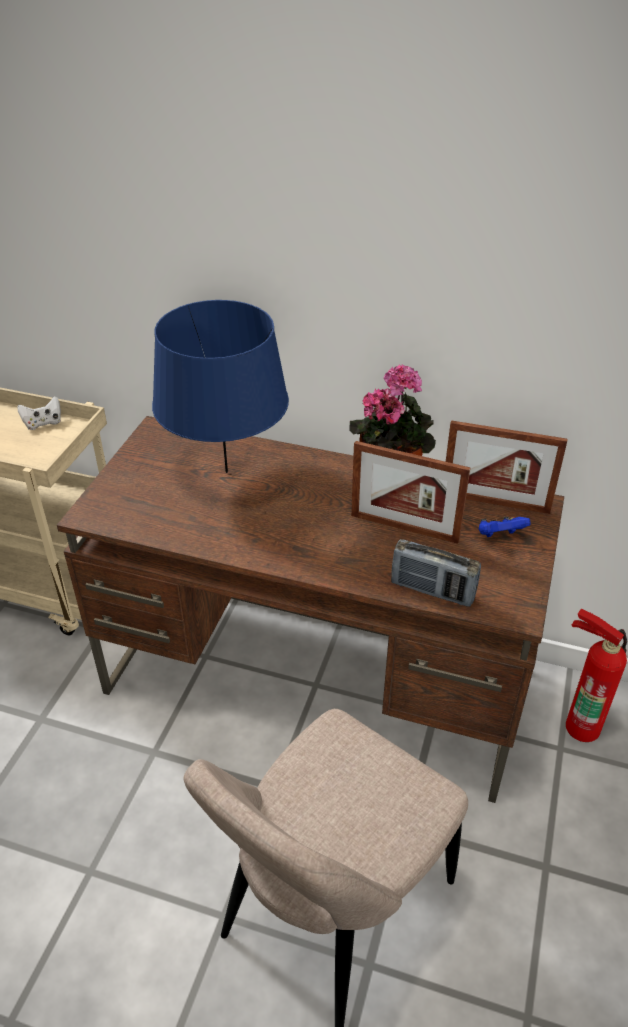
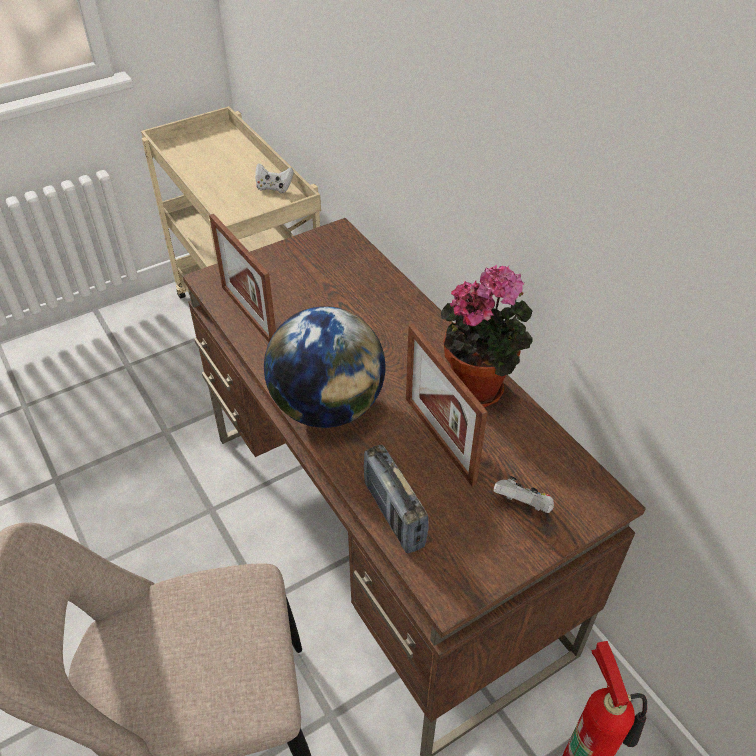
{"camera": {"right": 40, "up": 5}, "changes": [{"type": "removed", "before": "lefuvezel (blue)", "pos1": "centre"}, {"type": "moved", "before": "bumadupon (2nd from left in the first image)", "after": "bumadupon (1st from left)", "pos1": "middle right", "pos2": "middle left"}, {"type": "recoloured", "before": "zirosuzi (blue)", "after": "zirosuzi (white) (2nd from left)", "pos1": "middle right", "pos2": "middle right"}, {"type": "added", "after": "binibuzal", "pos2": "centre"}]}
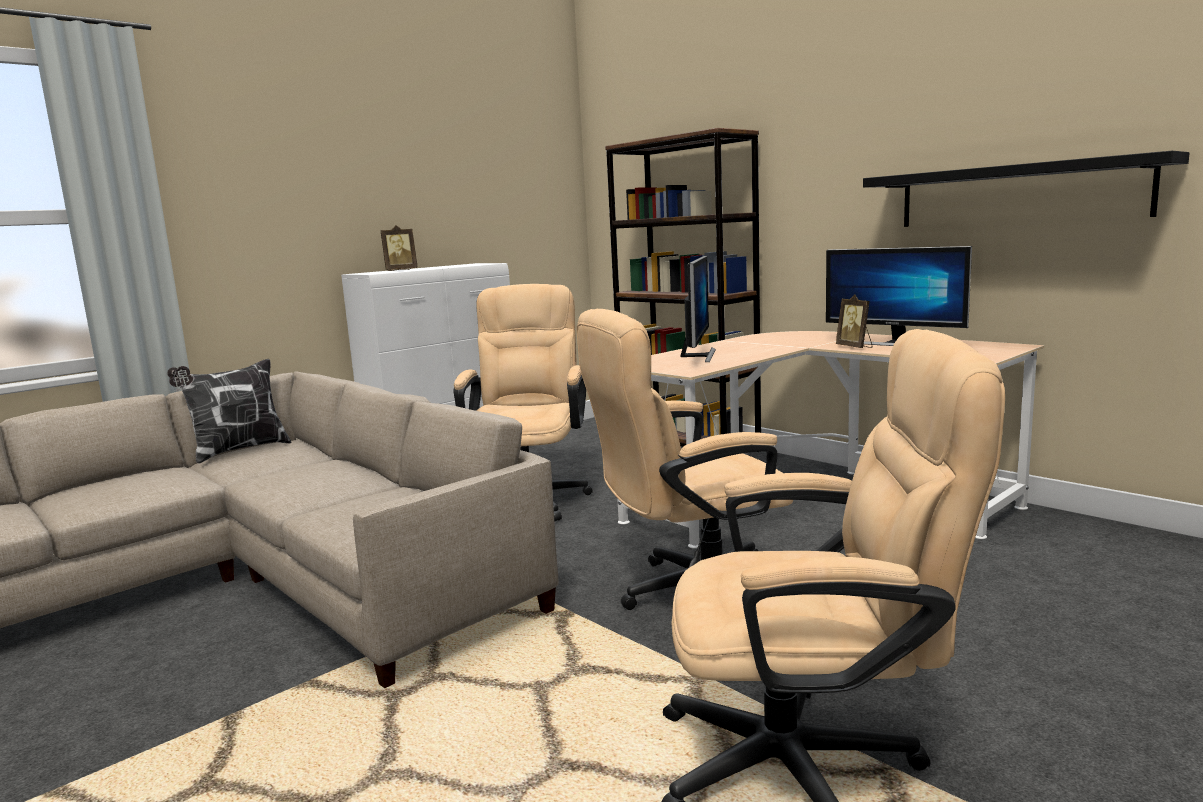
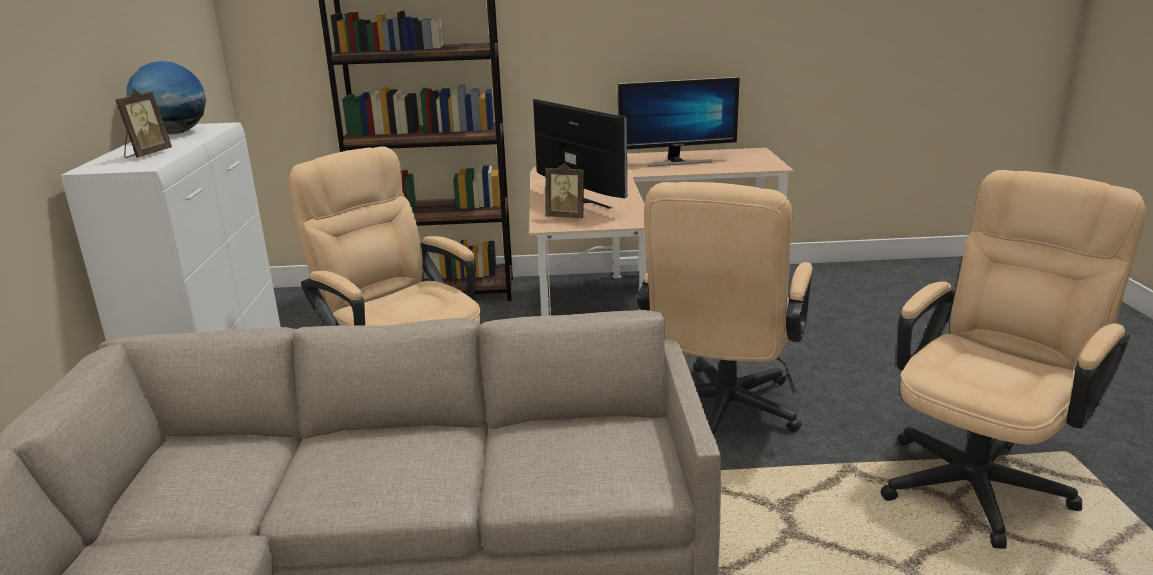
{"camera": {"right": -50, "up": 10}, "changes": [{"type": "removed", "before": "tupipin", "pos1": "middle left"}, {"type": "moved", "before": "bumadupon (2nd from left)", "pos1": "middle right", "pos2": "top centre"}, {"type": "removed", "before": "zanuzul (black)", "pos1": "top right"}, {"type": "added", "after": "binibuzal", "pos2": "top left"}]}
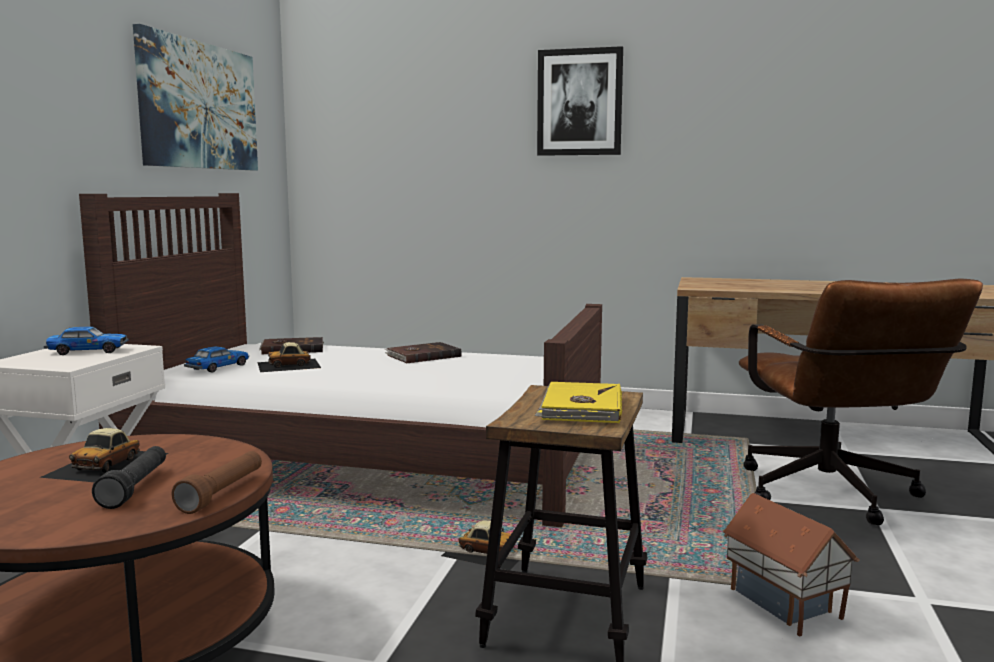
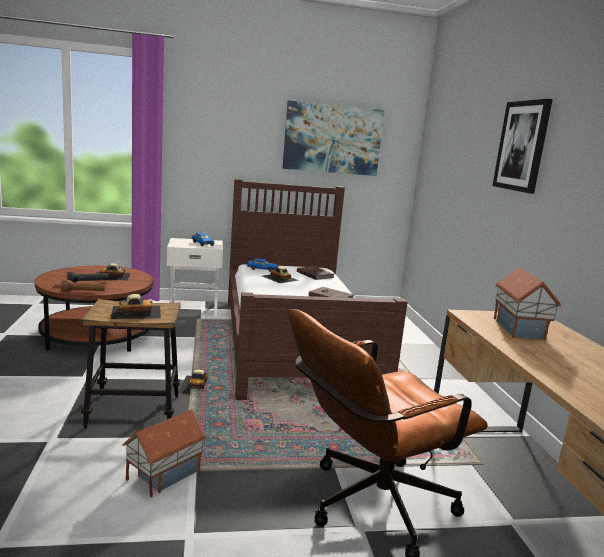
{"camera": {"right": 65, "up": 5}, "changes": [{"type": "replaced", "before": "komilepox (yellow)", "after": "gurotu (2nd from left)", "pos1": "centre", "pos2": "middle left"}, {"type": "added", "after": "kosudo (2nd from left)", "pos2": "middle right"}]}
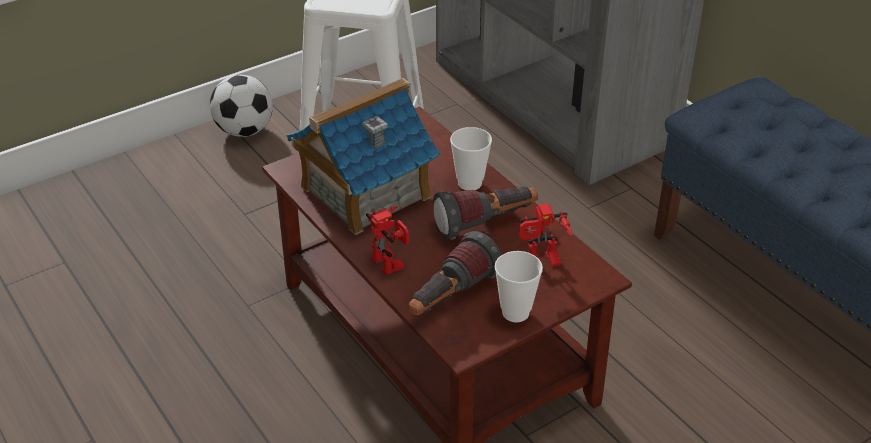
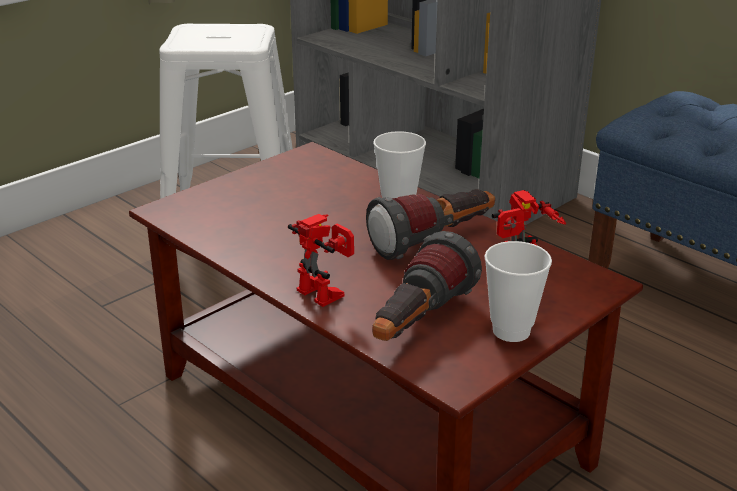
{"camera": {"right": -10, "up": -10}, "changes": [{"type": "removed", "before": "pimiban", "pos1": "top left"}, {"type": "removed", "before": "kosudo", "pos1": "centre"}]}
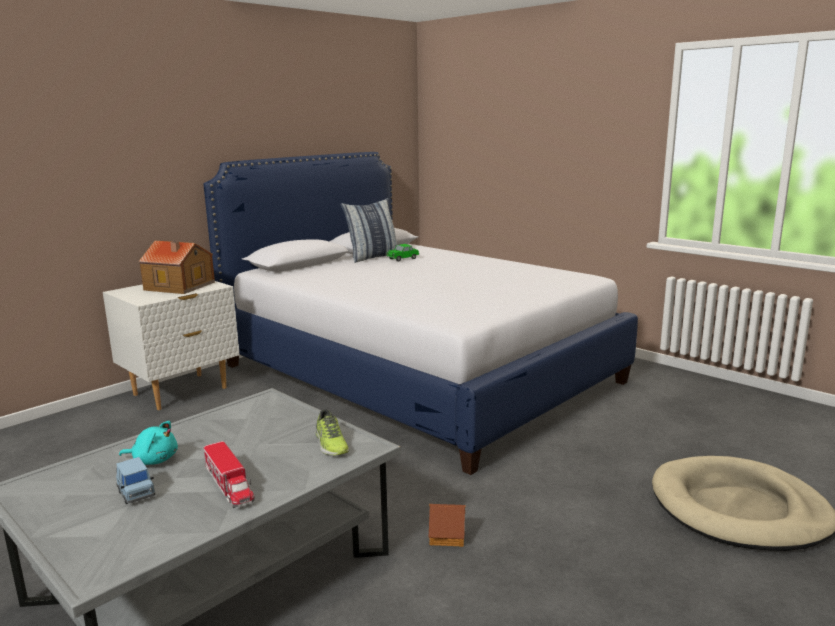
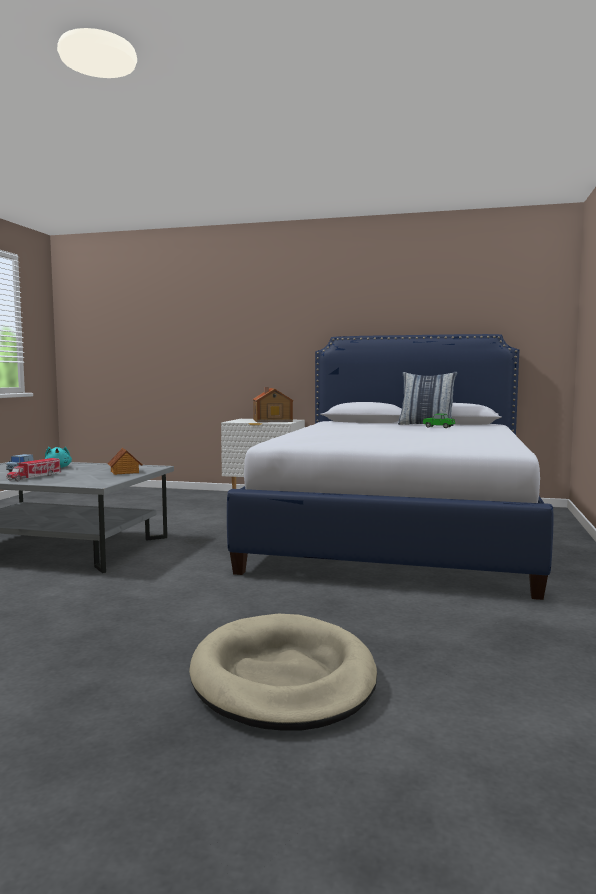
{"camera": {"right": 60, "up": -10}, "changes": [{"type": "removed", "before": "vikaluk", "pos1": "bottom centre"}, {"type": "moved", "before": "kosudo (2nd from left in the first image)", "after": "kosudo (1st from left)", "pos1": "bottom centre", "pos2": "middle left"}]}
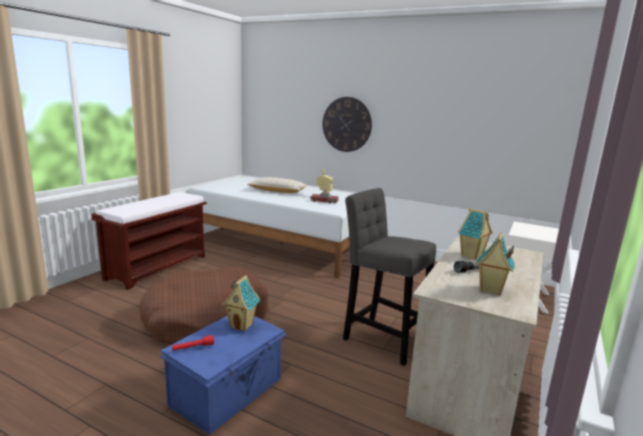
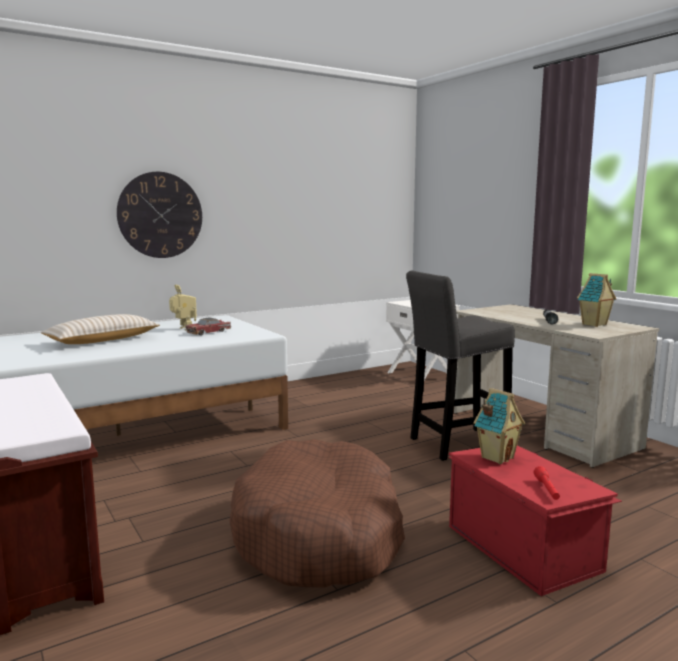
{"camera": {"right": -60, "up": -5}, "changes": [{"type": "recoloured", "before": "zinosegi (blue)", "after": "zinosegi (red)", "pos1": "bottom centre", "pos2": "bottom right"}, {"type": "removed", "before": "kosudo (2nd from left)", "pos1": "middle right"}]}
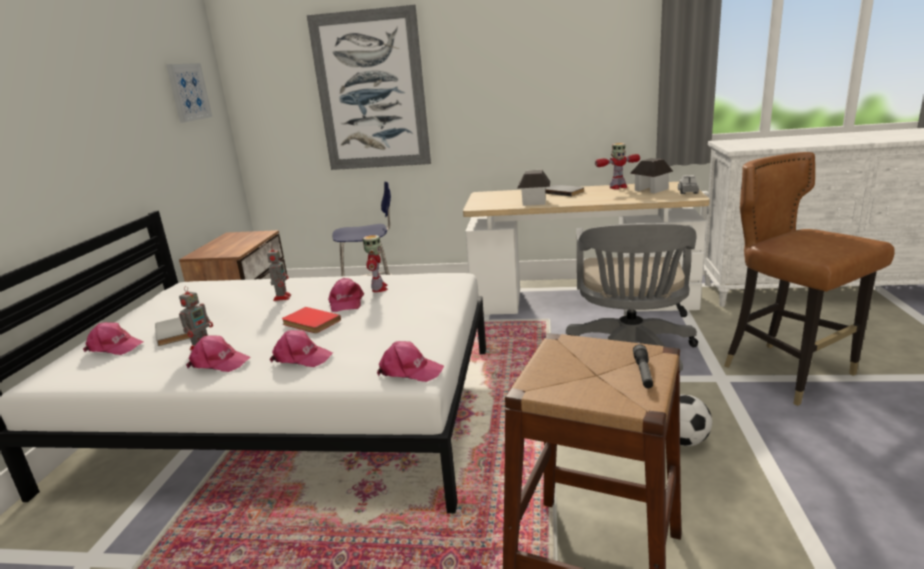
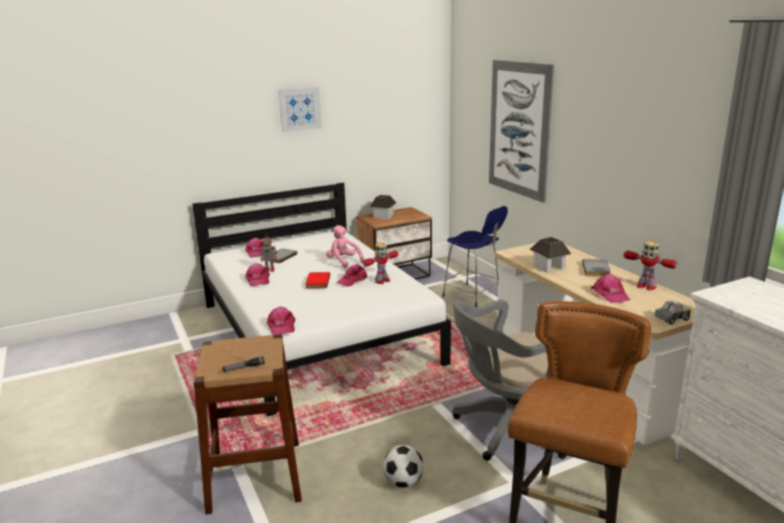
{"camera": {"right": 55, "up": 0}, "changes": [{"type": "moved", "before": "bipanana (1st from left)", "pos1": "top left", "pos2": "top centre"}, {"type": "replaced", "before": "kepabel (2nd from left)", "after": "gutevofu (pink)", "pos1": "middle left", "pos2": "centre"}, {"type": "moved", "before": "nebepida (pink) (3rd from left in the first image)", "after": "nebepida (pink) (5th from left)", "pos1": "middle left", "pos2": "middle right"}, {"type": "moved", "before": "kosudo (2nd from left in the first image)", "after": "kosudo (1st from left)", "pos1": "top right", "pos2": "centre"}]}
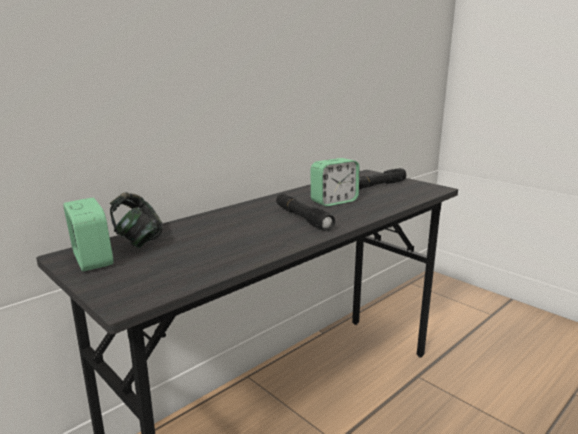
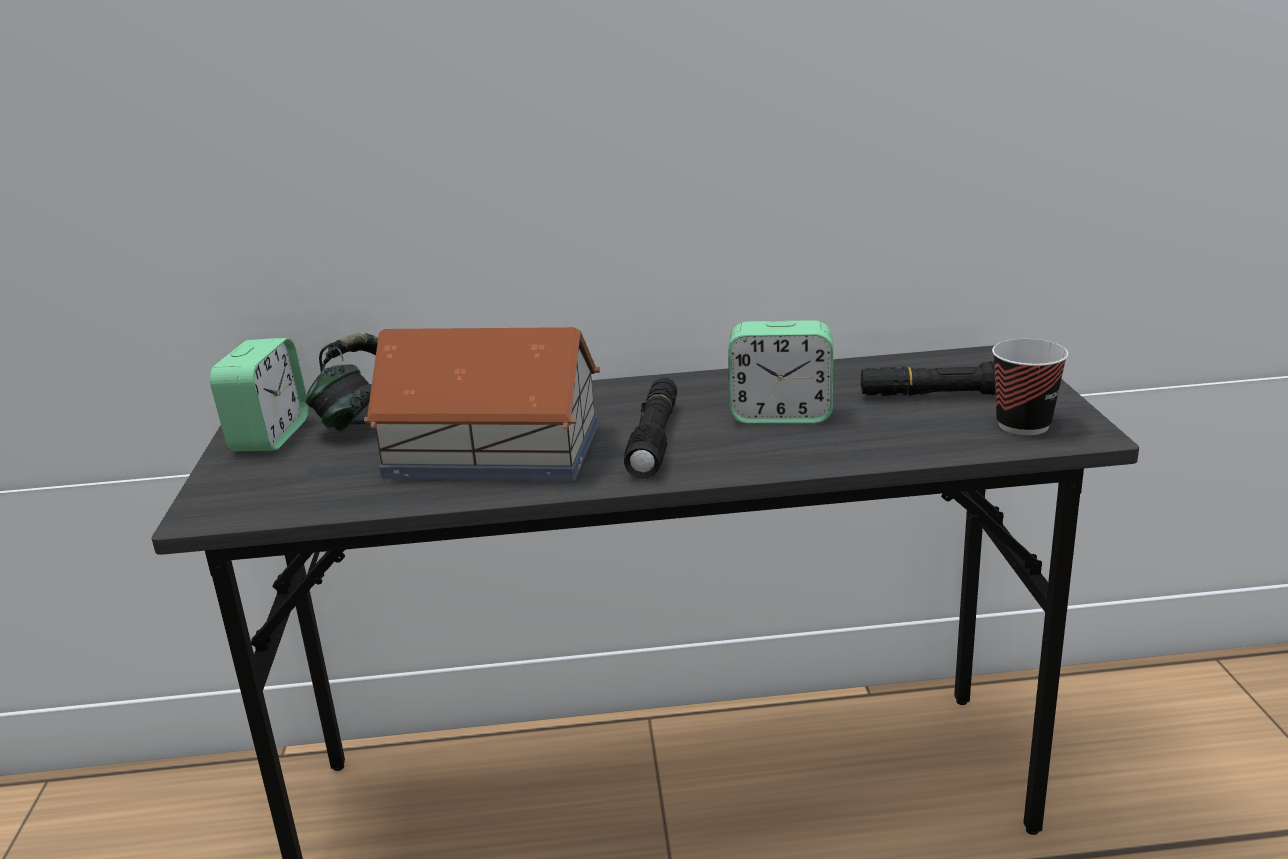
{"camera": {"right": 40, "up": 5}, "changes": [{"type": "added", "after": "kosudo", "pos2": "centre"}, {"type": "added", "after": "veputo", "pos2": "middle right"}]}
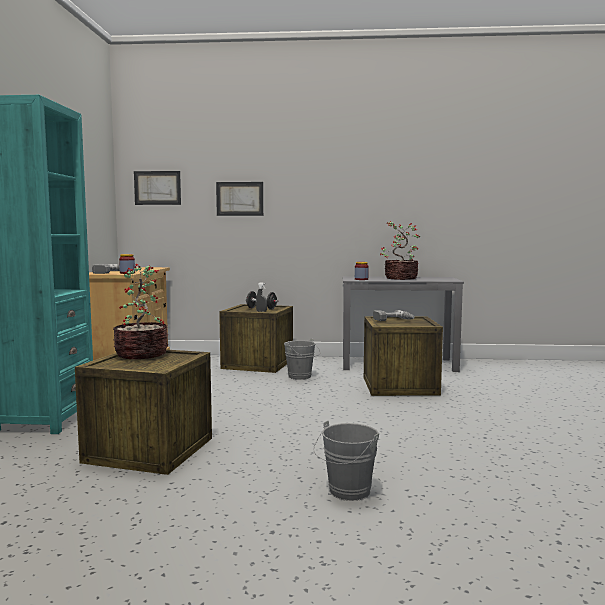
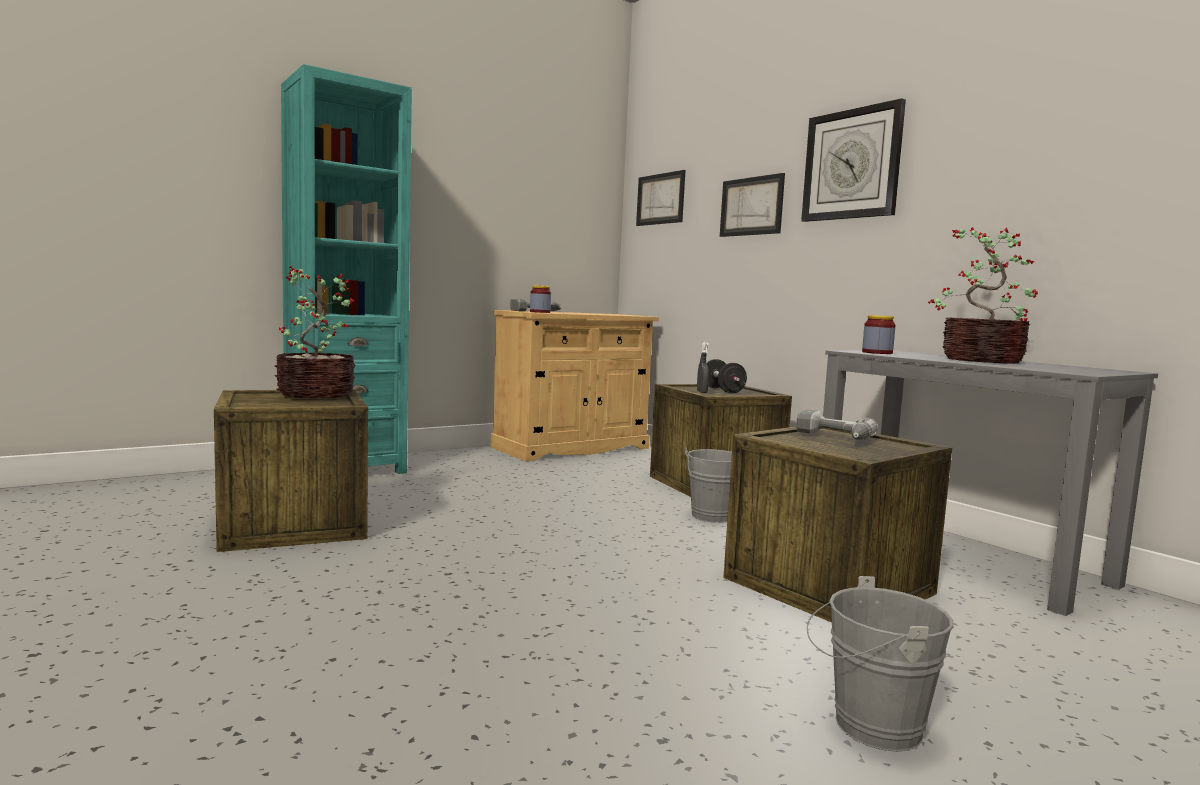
{"camera": {"right": 50, "up": 0}, "changes": [{"type": "moved", "before": "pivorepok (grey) (2nd from left)", "pos1": "bottom centre", "pos2": "bottom right"}, {"type": "added", "after": "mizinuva", "pos2": "top right"}]}
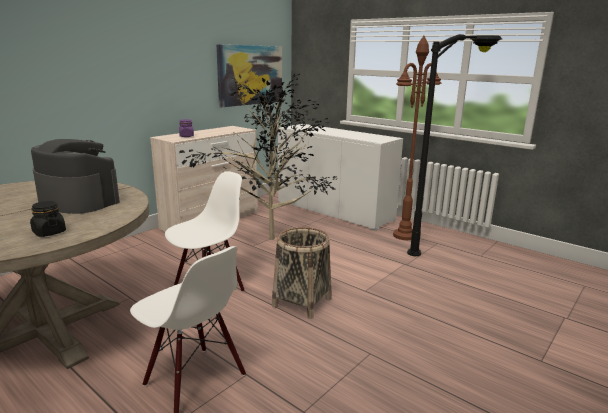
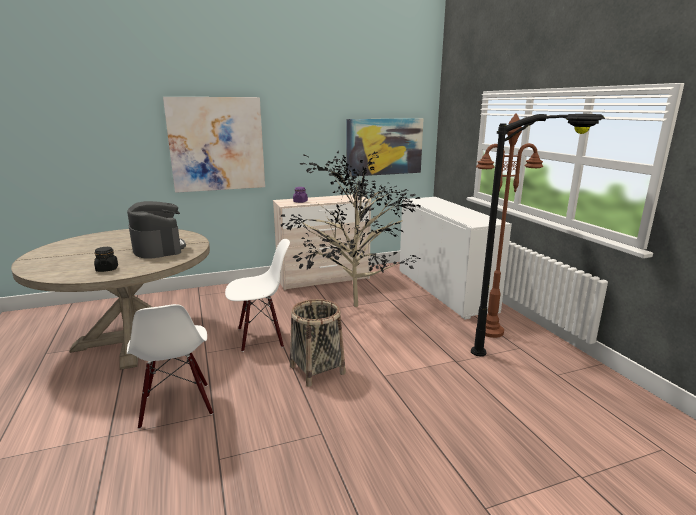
{"camera": {"right": 30, "up": 0}, "changes": [{"type": "added", "after": "bipanana (1st from left)", "pos2": "top left"}]}
